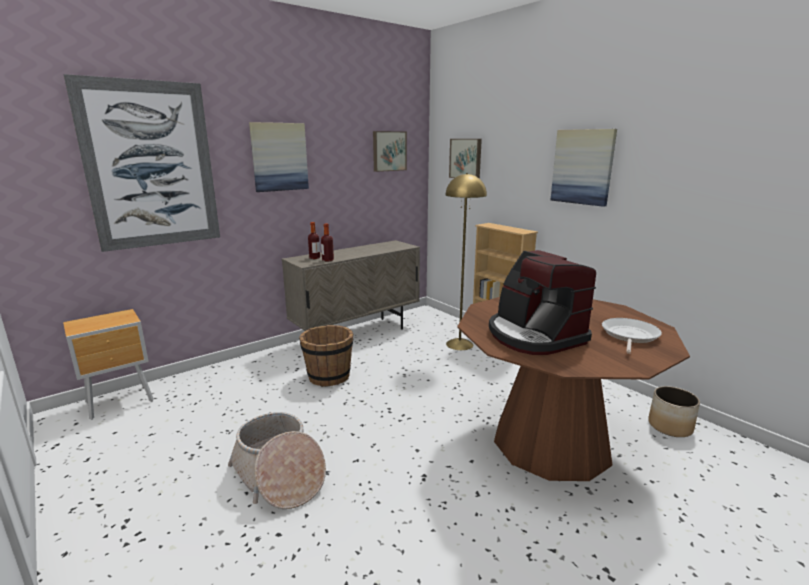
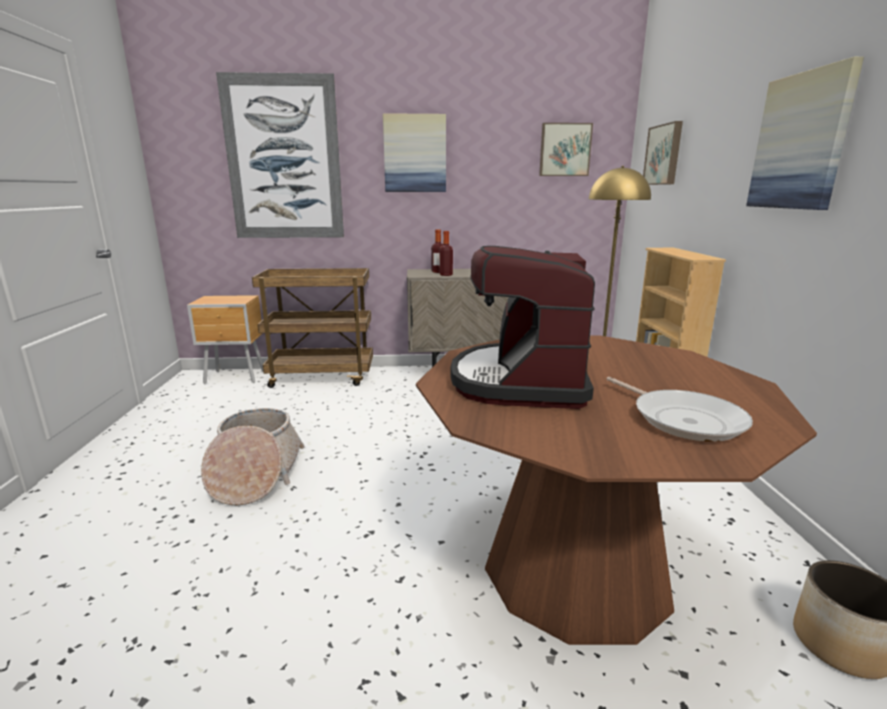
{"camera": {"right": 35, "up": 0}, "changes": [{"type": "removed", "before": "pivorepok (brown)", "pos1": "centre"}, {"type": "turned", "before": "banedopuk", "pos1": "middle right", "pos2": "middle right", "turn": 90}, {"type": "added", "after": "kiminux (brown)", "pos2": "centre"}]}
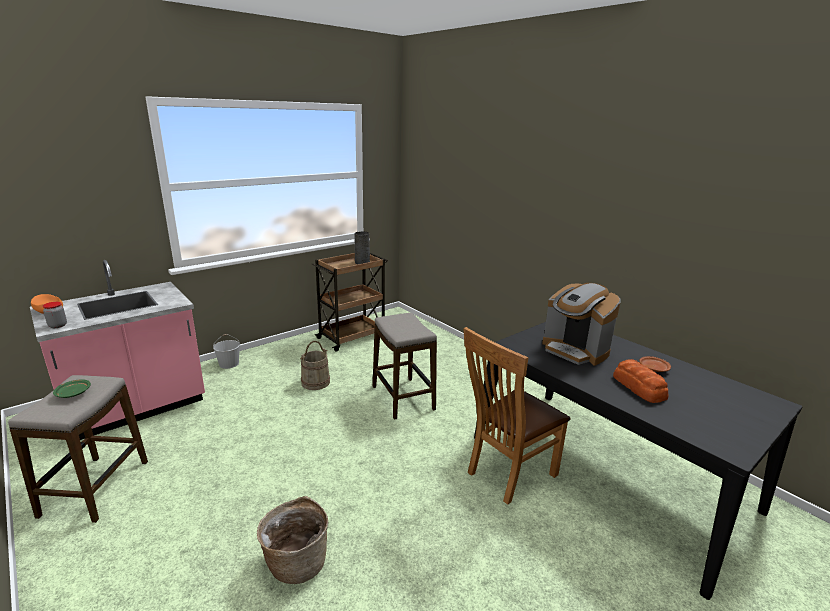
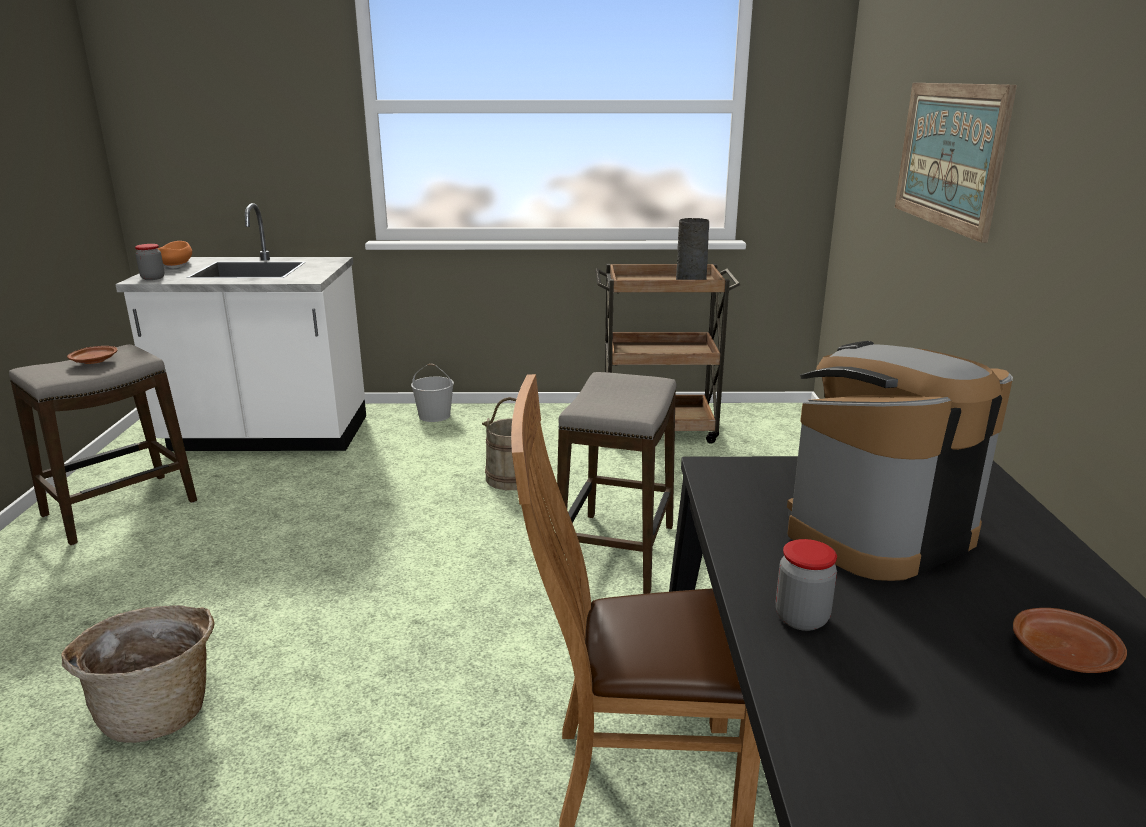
{"camera": {"right": 40, "up": 0}, "changes": [{"type": "recoloured", "before": "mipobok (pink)", "after": "mipobok (white)", "pos1": "middle left", "pos2": "middle left"}, {"type": "recoloured", "before": "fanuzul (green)", "after": "fanuzul (brown) (1st from left)", "pos1": "middle left", "pos2": "middle left"}, {"type": "turned", "before": "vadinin", "pos1": "middle right", "pos2": "middle right", "turn": 60}, {"type": "removed", "before": "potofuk", "pos1": "middle right"}, {"type": "added", "after": "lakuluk (2nd from left)", "pos2": "bottom right"}, {"type": "added", "after": "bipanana", "pos2": "top right"}]}
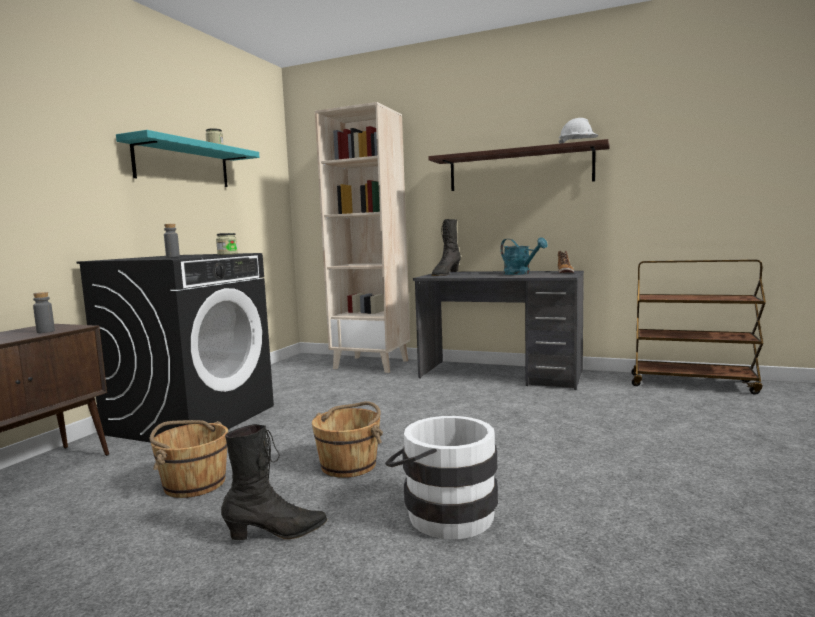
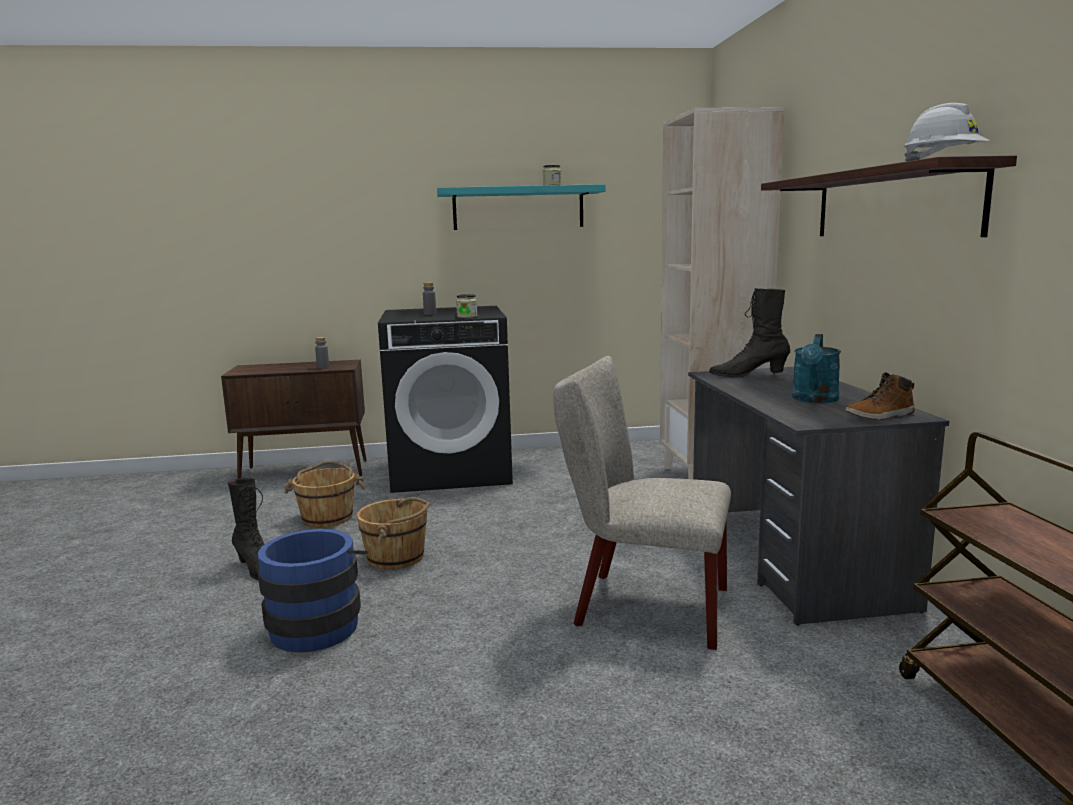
{"camera": {"right": 60, "up": 5}, "changes": [{"type": "recoloured", "before": "pivorepok (white)", "after": "pivorepok (blue)", "pos1": "bottom centre", "pos2": "bottom left"}, {"type": "added", "after": "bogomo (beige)", "pos2": "centre"}]}
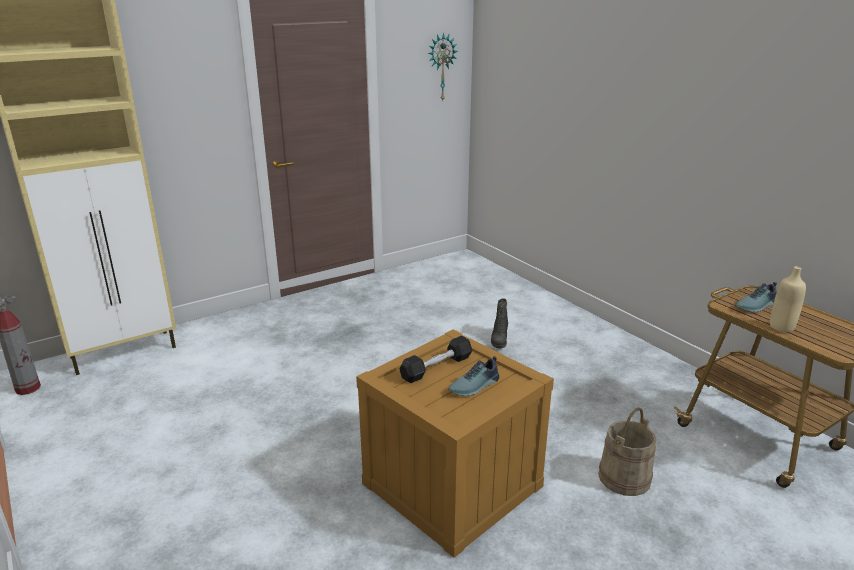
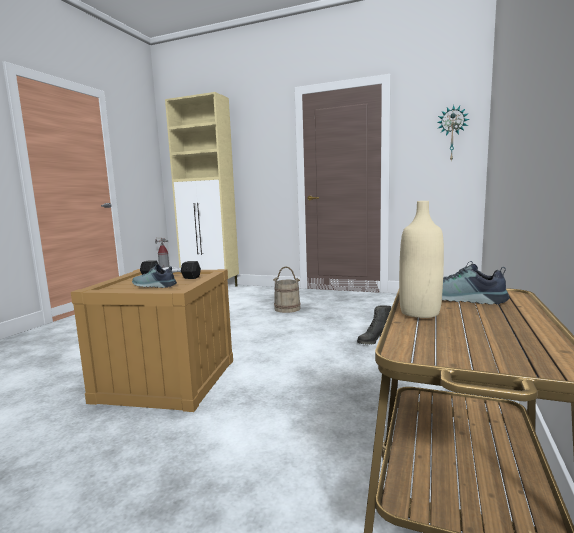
{"camera": {"right": 55, "up": -15}, "changes": [{"type": "moved", "before": "pivorepok (beige)", "pos1": "bottom right", "pos2": "centre"}]}
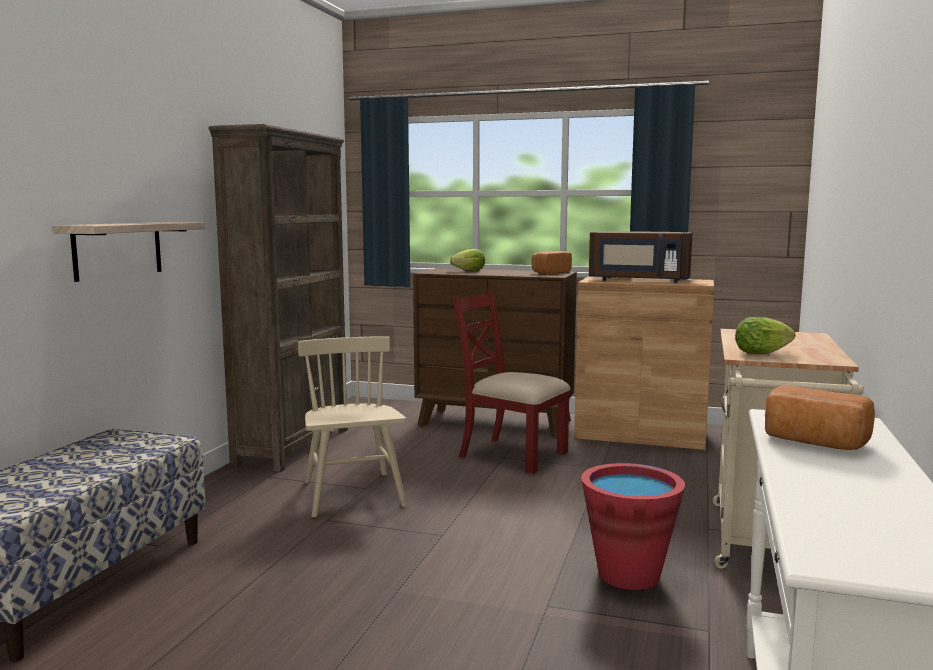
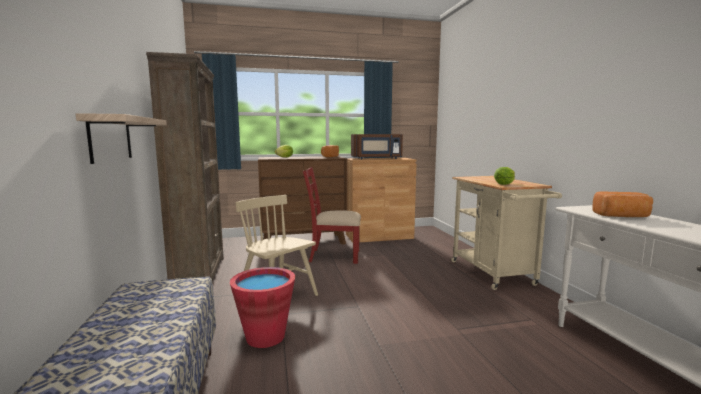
{"camera": {"right": -30, "up": 0}, "changes": [{"type": "moved", "before": "pivorepok (red)", "pos1": "bottom right", "pos2": "bottom centre"}]}
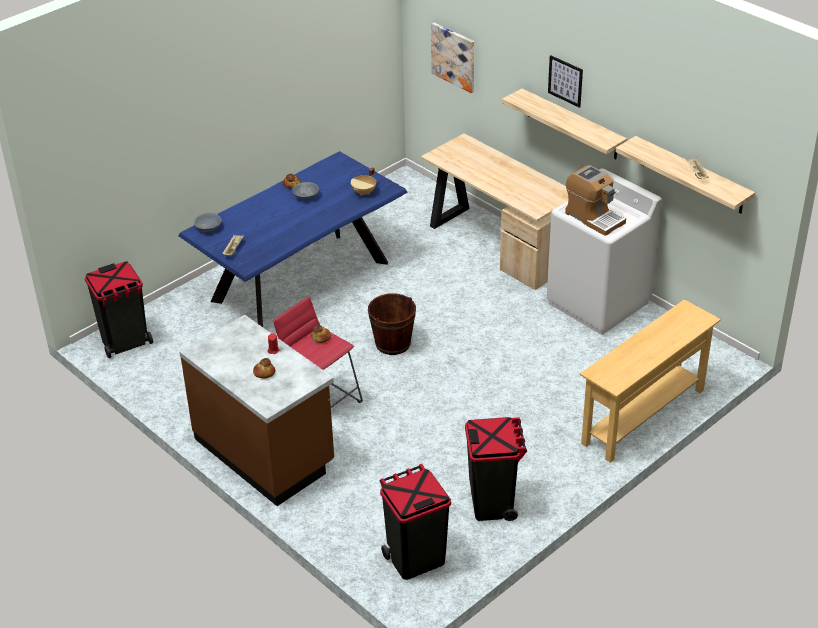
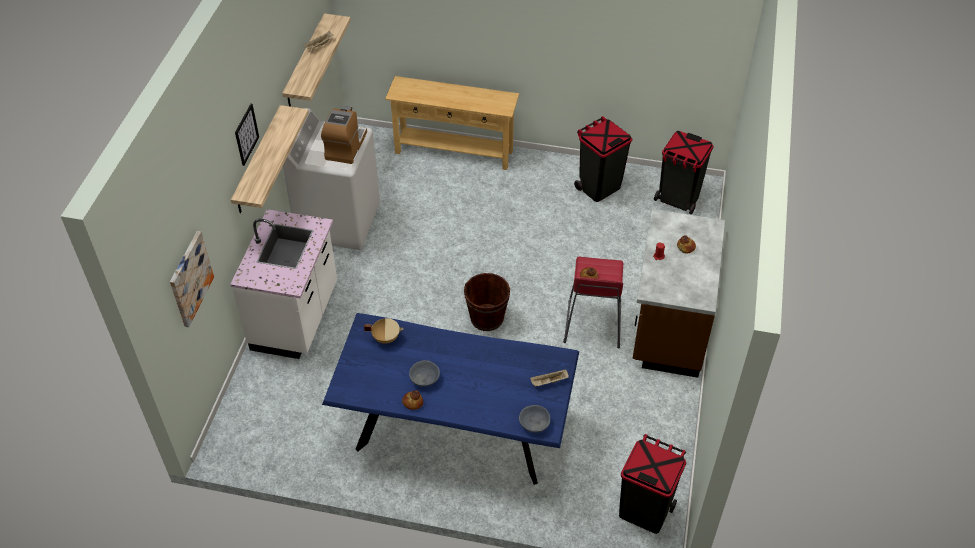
{"camera": {"right": -125, "up": 10}, "changes": [{"type": "replaced", "before": "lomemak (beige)", "after": "mipobok (white)", "pos1": "centre", "pos2": "middle left"}]}
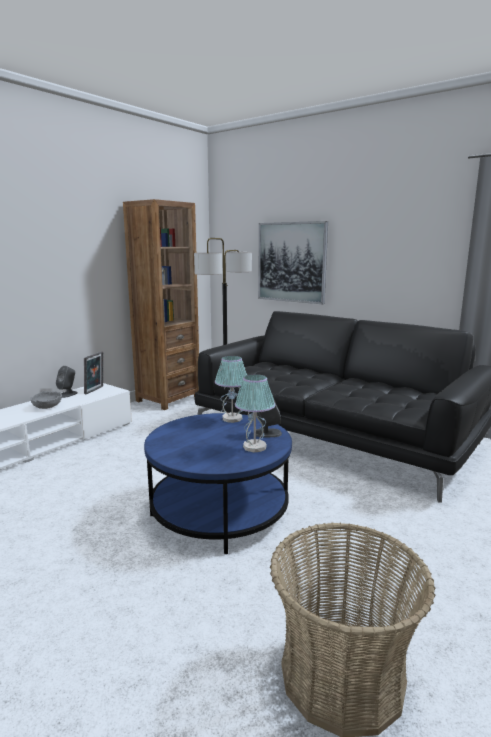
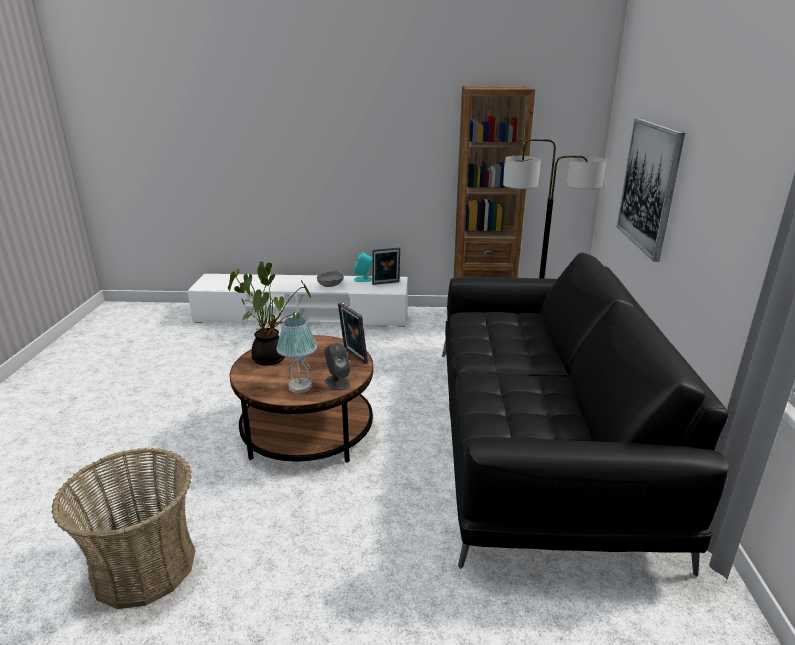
{"camera": {"right": 55, "up": 10}, "changes": [{"type": "recoloured", "before": "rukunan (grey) (1st from left)", "after": "rukunan (turquoise)", "pos1": "middle left", "pos2": "centre"}, {"type": "recoloured", "before": "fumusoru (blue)", "after": "fumusoru (brown)", "pos1": "centre", "pos2": "centre"}, {"type": "replaced", "before": "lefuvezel (1st from left)", "after": "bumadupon (1st from left)", "pos1": "centre", "pos2": "centre"}, {"type": "added", "after": "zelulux", "pos2": "centre"}]}
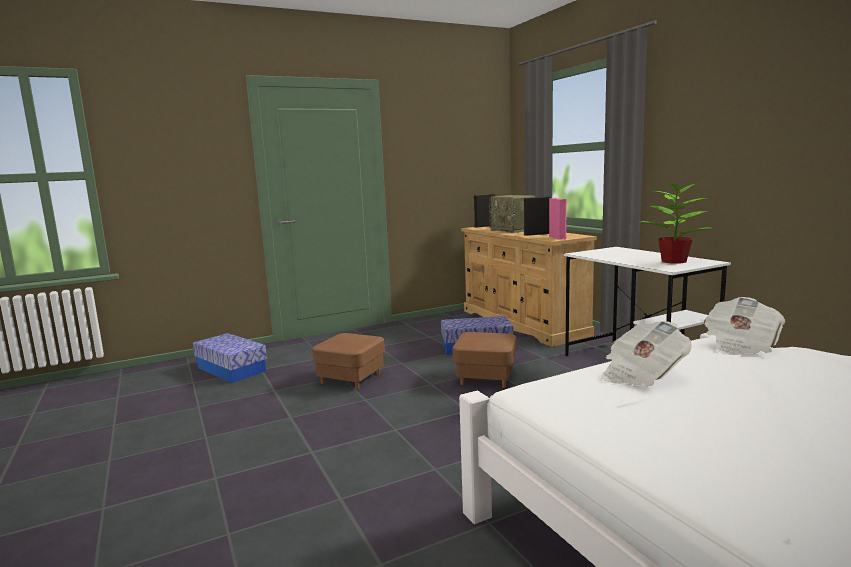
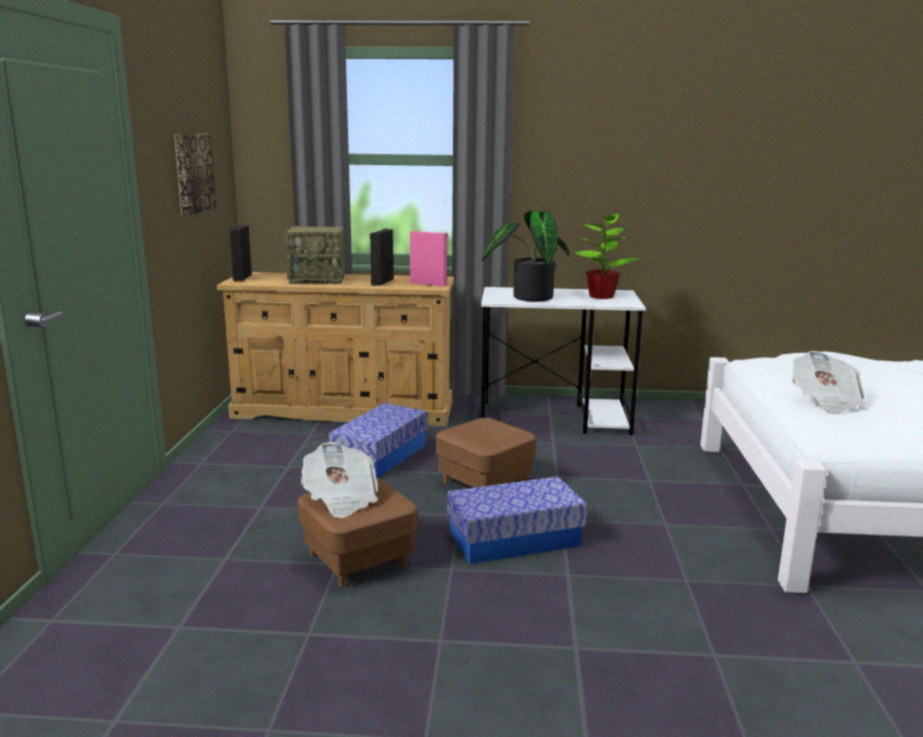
{"camera": {"right": -60, "up": 5}, "changes": [{"type": "moved", "before": "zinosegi (1st from left in the first image)", "after": "zinosegi (2nd from left)", "pos1": "middle left", "pos2": "bottom centre"}, {"type": "moved", "before": "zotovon (2nd from left in the first image)", "after": "zotovon (1st from left)", "pos1": "middle right", "pos2": "centre"}, {"type": "added", "after": "bipanana", "pos2": "top left"}, {"type": "added", "after": "zelulux (1st from left)", "pos2": "centre"}]}
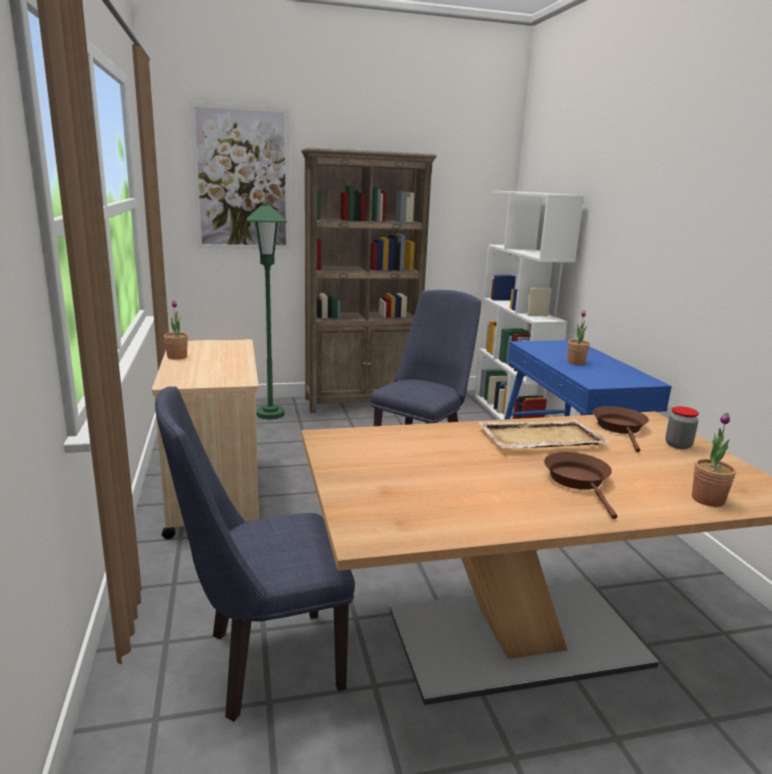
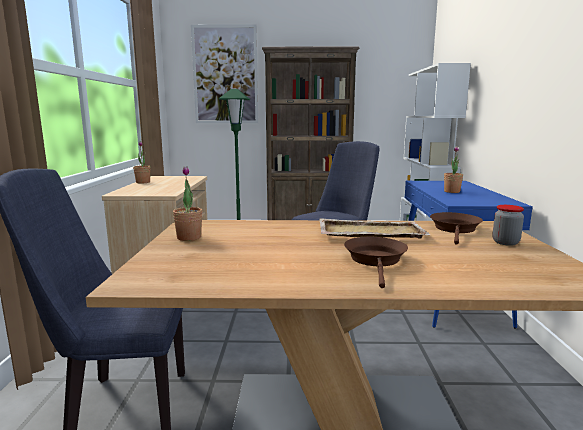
{"camera": {"right": 15, "up": -5}, "changes": [{"type": "moved", "before": "zelulux (3rd from left in the first image)", "after": "zelulux (2nd from left)", "pos1": "middle right", "pos2": "middle left"}]}
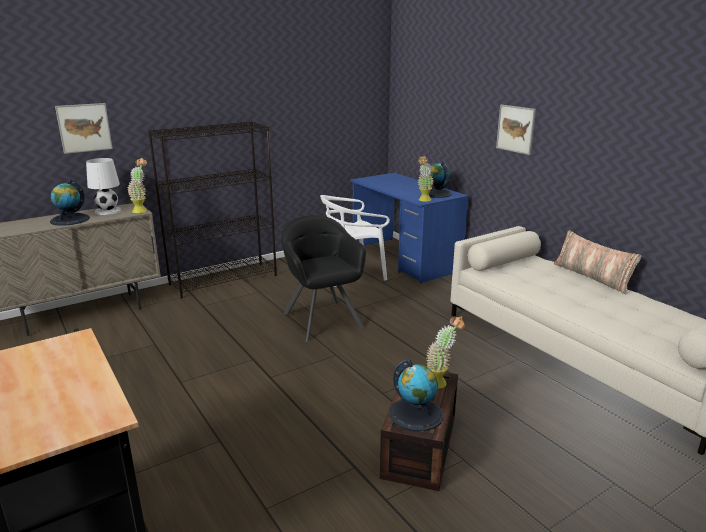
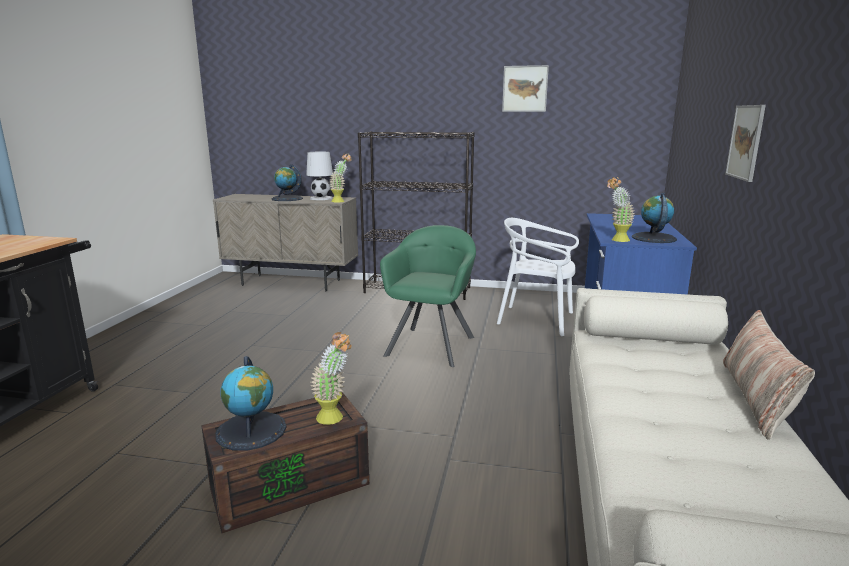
{"camera": {"right": 45, "up": -5}, "changes": [{"type": "moved", "before": "bipanana (1st from left)", "pos1": "top left", "pos2": "top centre"}, {"type": "recoloured", "before": "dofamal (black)", "after": "dofamal (green)", "pos1": "centre", "pos2": "centre"}]}
